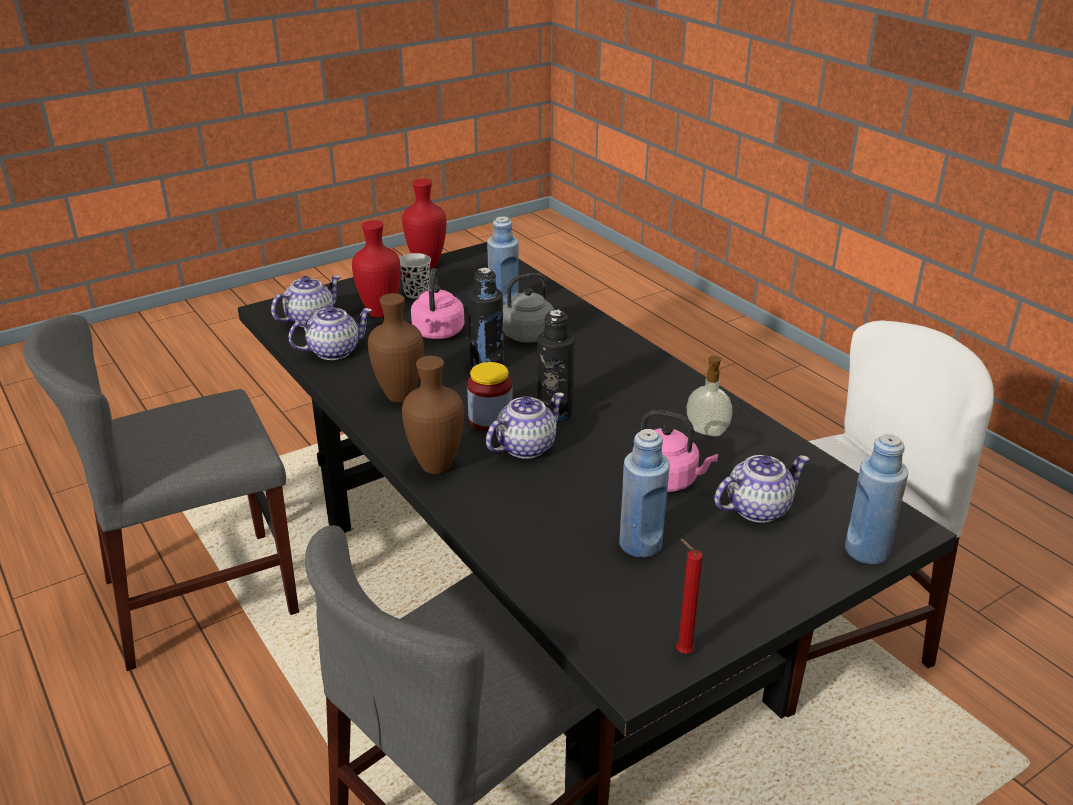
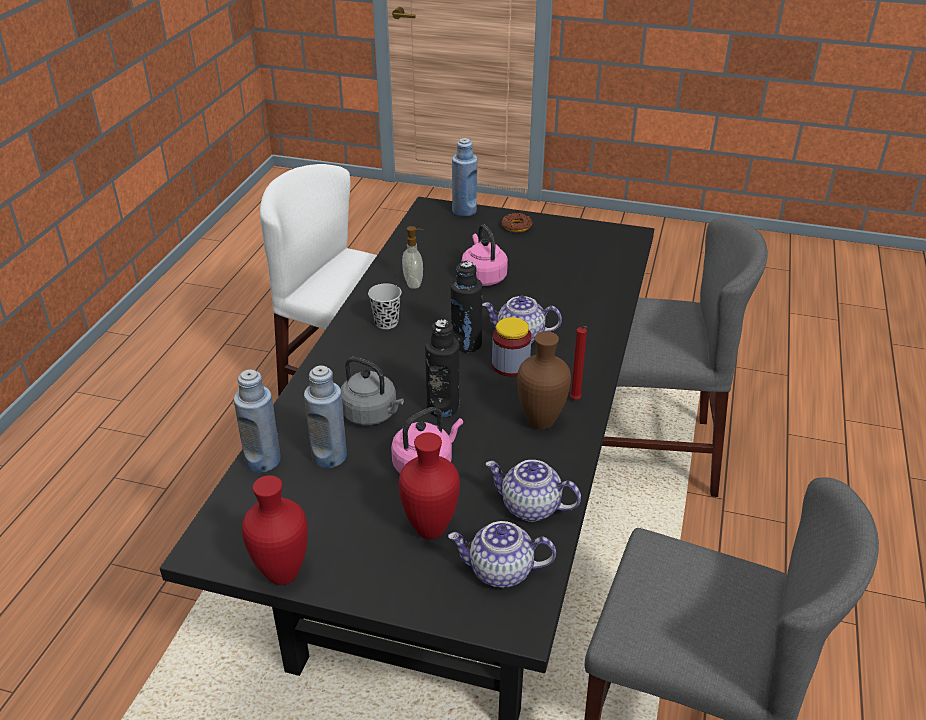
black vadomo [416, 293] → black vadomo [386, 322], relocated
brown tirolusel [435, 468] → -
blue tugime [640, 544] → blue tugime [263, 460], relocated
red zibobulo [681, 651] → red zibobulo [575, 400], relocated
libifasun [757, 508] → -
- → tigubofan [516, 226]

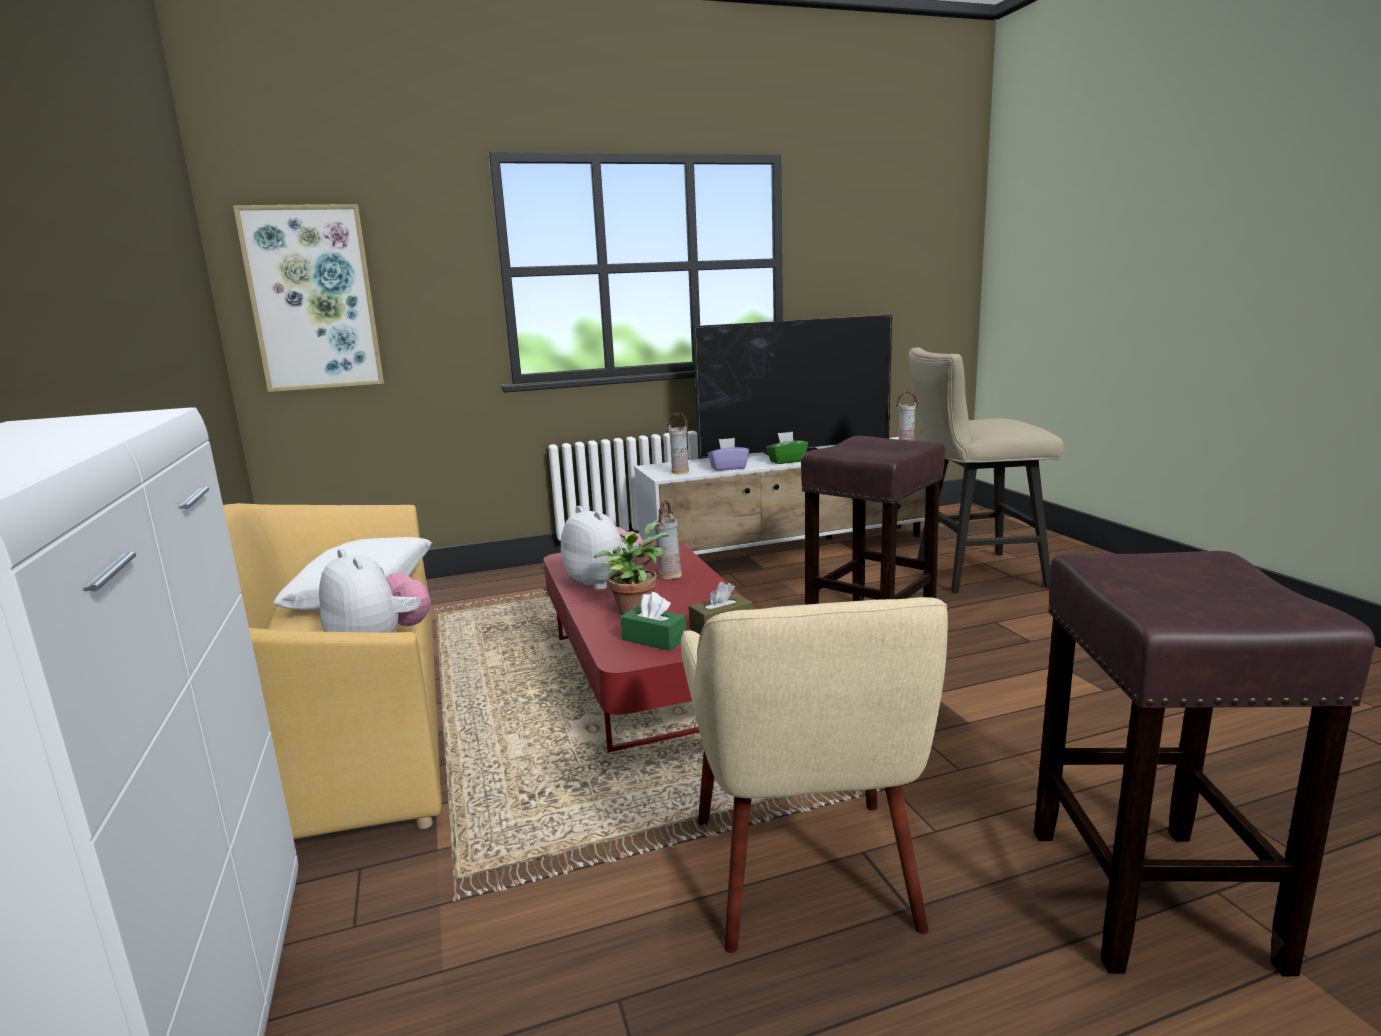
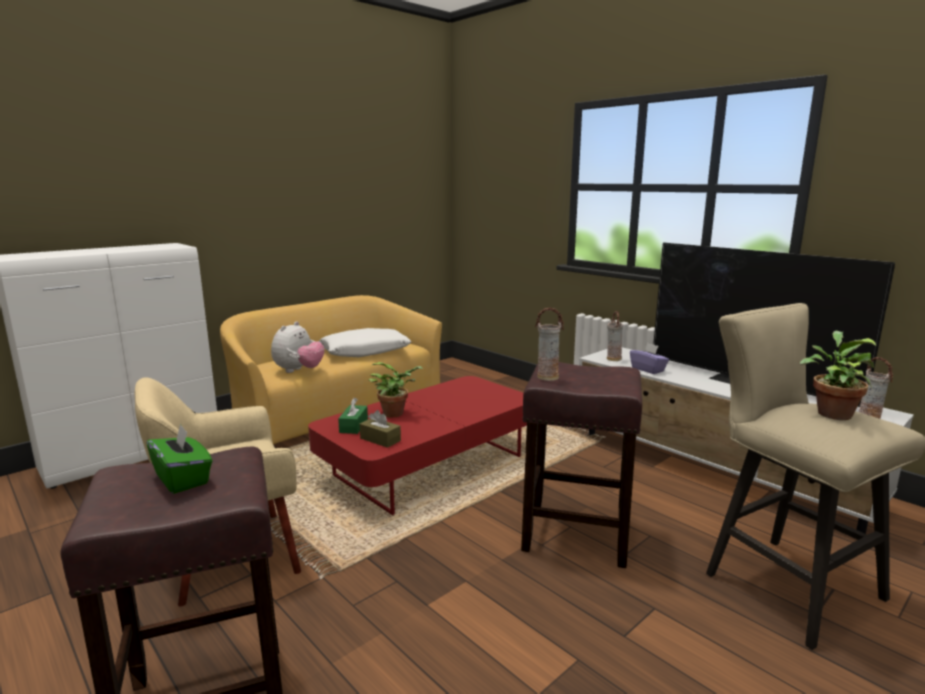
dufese [313, 299] → -
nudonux [604, 582] → -
tirolusel [669, 576] → tirolusel [547, 377], relocated
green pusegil [786, 461] → green pusegil [183, 479], relocated
- → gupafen [831, 413]

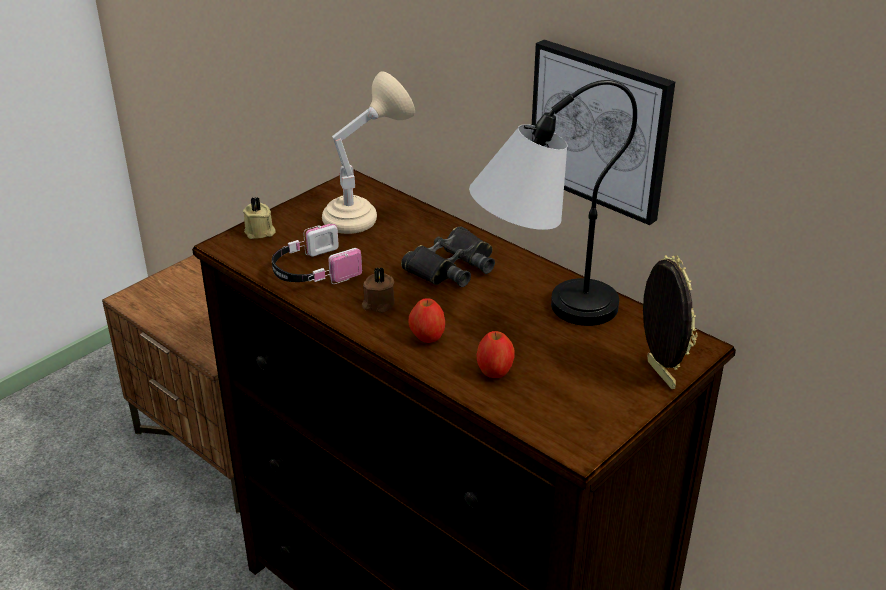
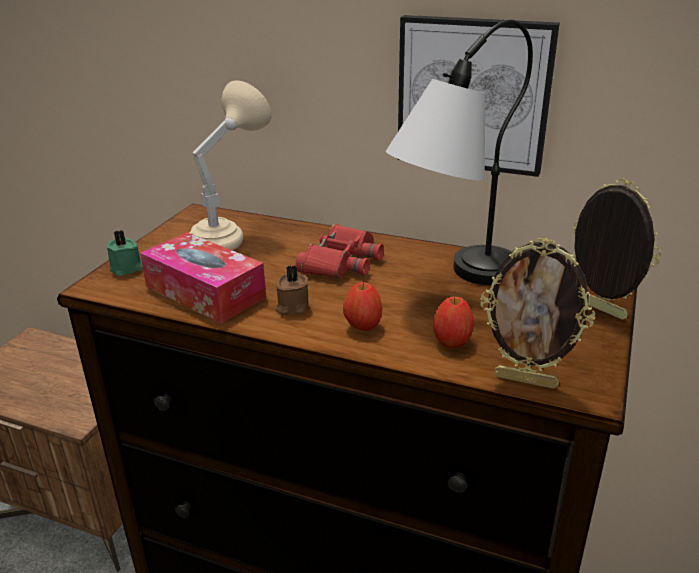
beige zibobulo [260, 232] → green zibobulo [127, 268]
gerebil [313, 271] → pusegil [205, 292]
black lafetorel [452, 266] → red lafetorel [341, 261]
- → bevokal [526, 380]

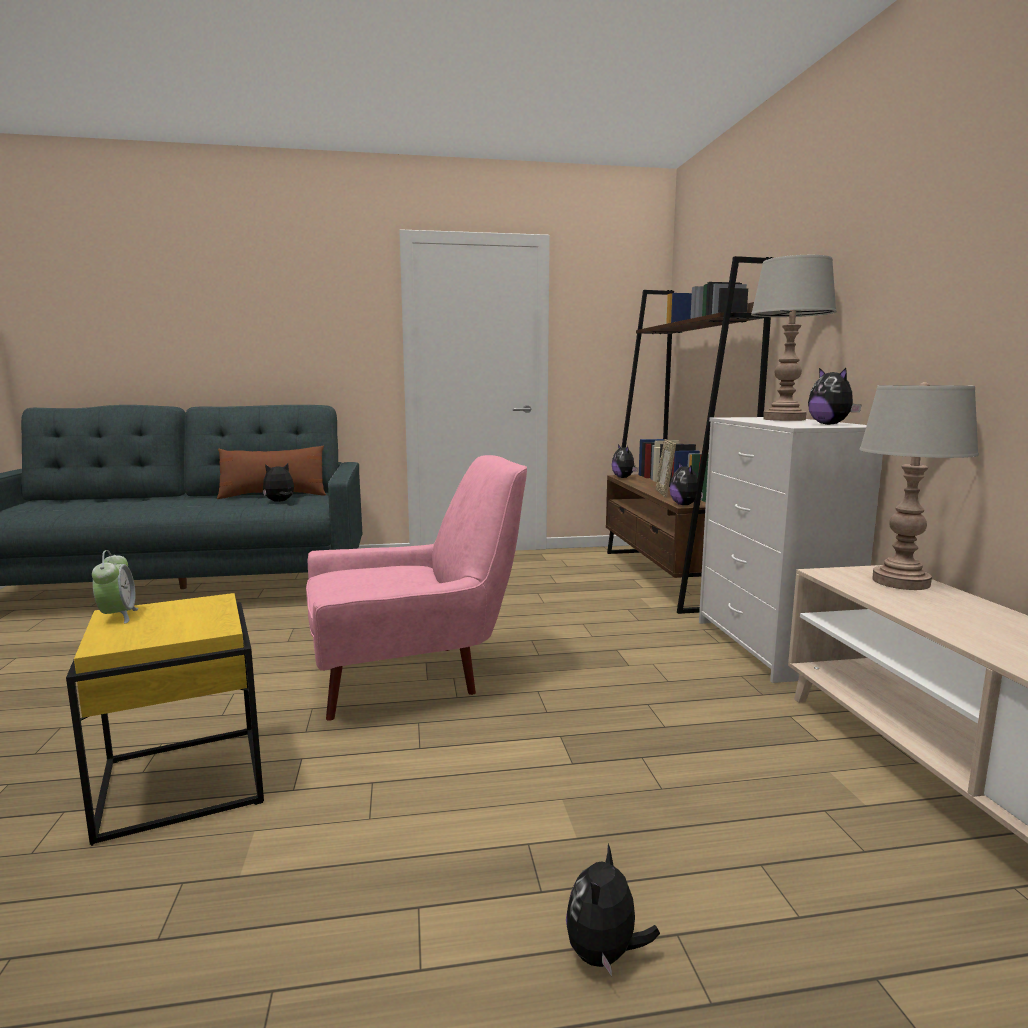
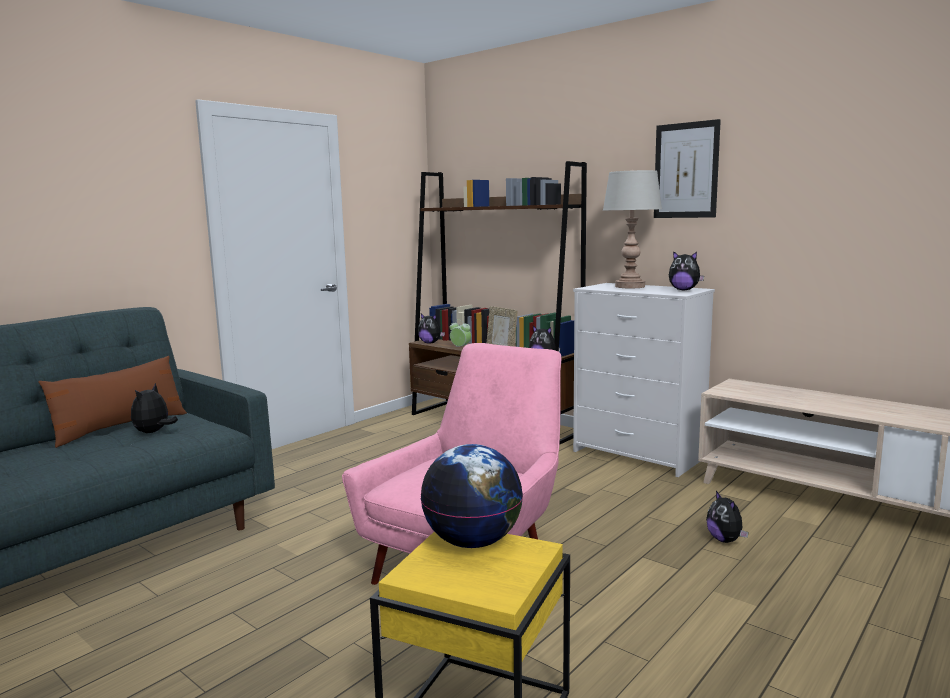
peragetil [118, 616] → peragetil [460, 348], relocated
nudonux [604, 954] → nudonux [725, 540], relocated
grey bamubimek [901, 582] → -
- → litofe [473, 542]
- → dufese [686, 170]

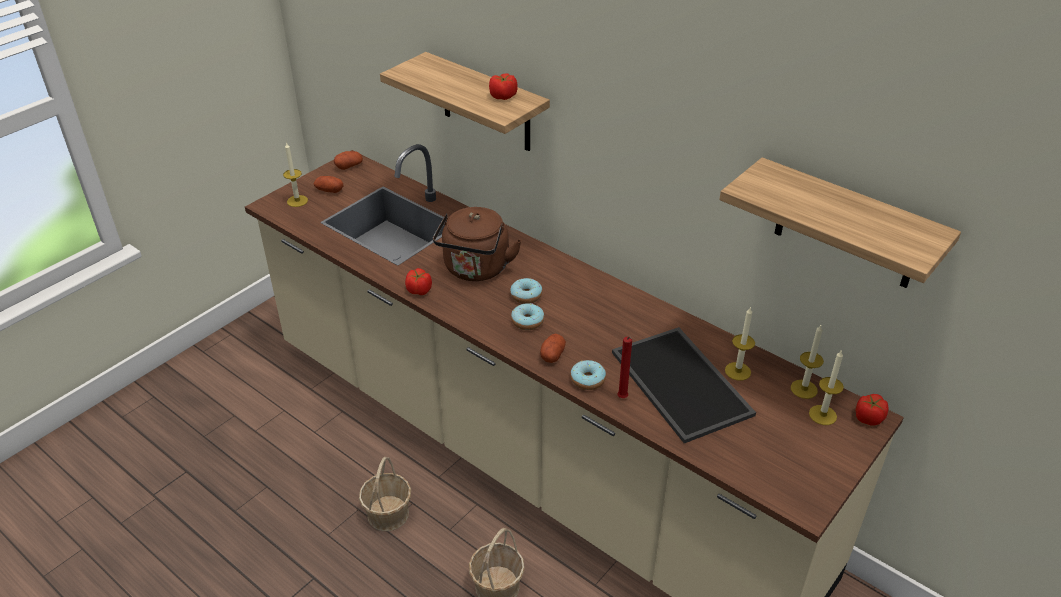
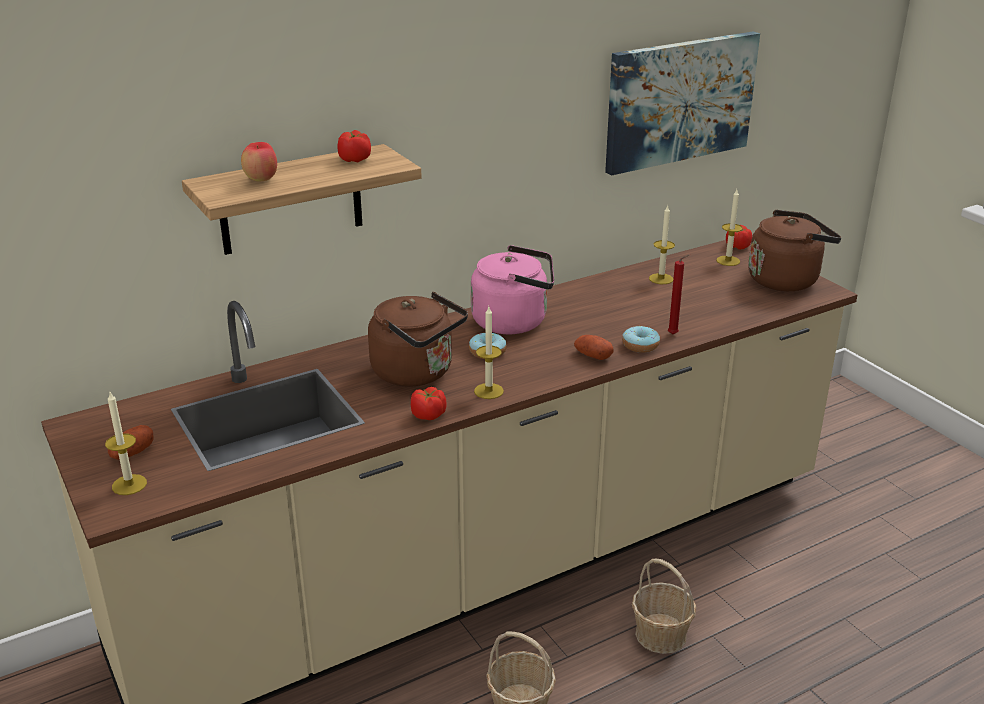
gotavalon [349, 166] → -
tigubofan [527, 321] → -
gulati [683, 383] → -
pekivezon [847, 226] → dufese [679, 101]
zibobulo [804, 389] → zibobulo [488, 391], relocated
- → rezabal [261, 180]
- → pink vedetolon [514, 321]
- → brown vedetolon [786, 280]

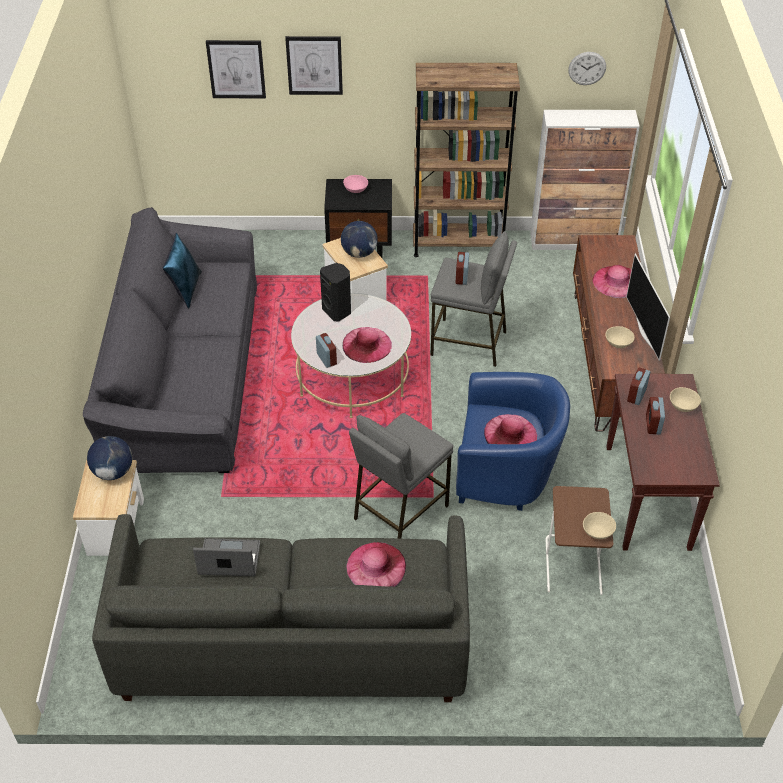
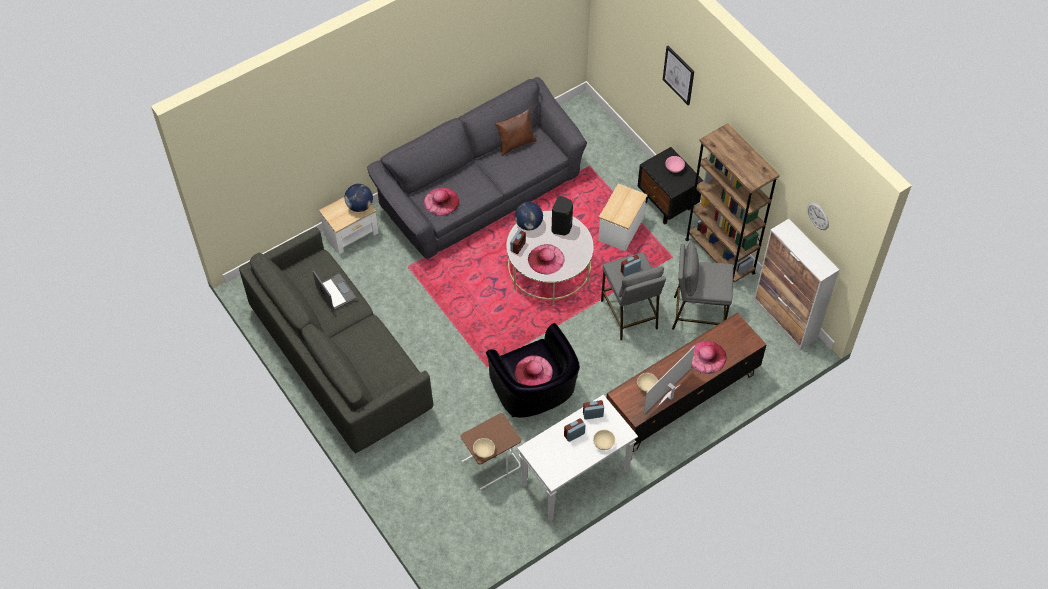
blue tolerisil [185, 289] → brown tolerisil [516, 144]
dufese [236, 69] → -
litofe [359, 253] → litofe [528, 224], relocated
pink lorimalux [376, 566] → pink lorimalux [441, 201], relocated
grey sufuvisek [400, 511] → grey sufuvisek [698, 314], relocated
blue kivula [506, 473] → black kivula [535, 394]
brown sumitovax [648, 498] → white sumitovax [575, 479]

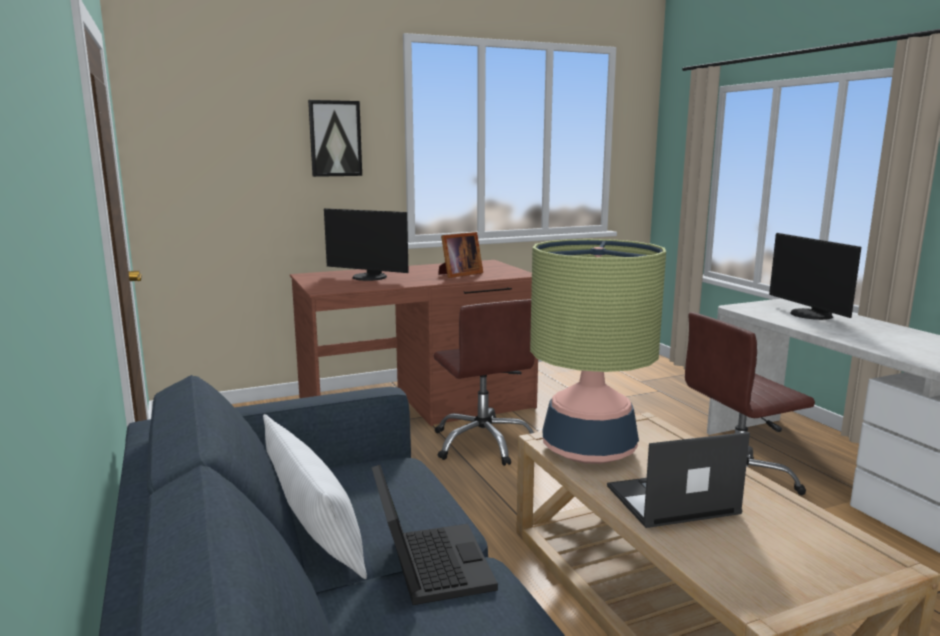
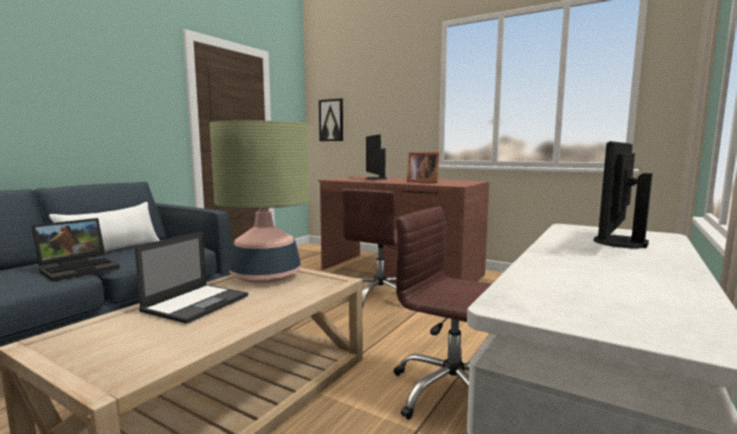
dufese [335, 138] → dufese [331, 120], relocated
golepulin [670, 500] → golepulin [197, 303], 75 degrees clockwise

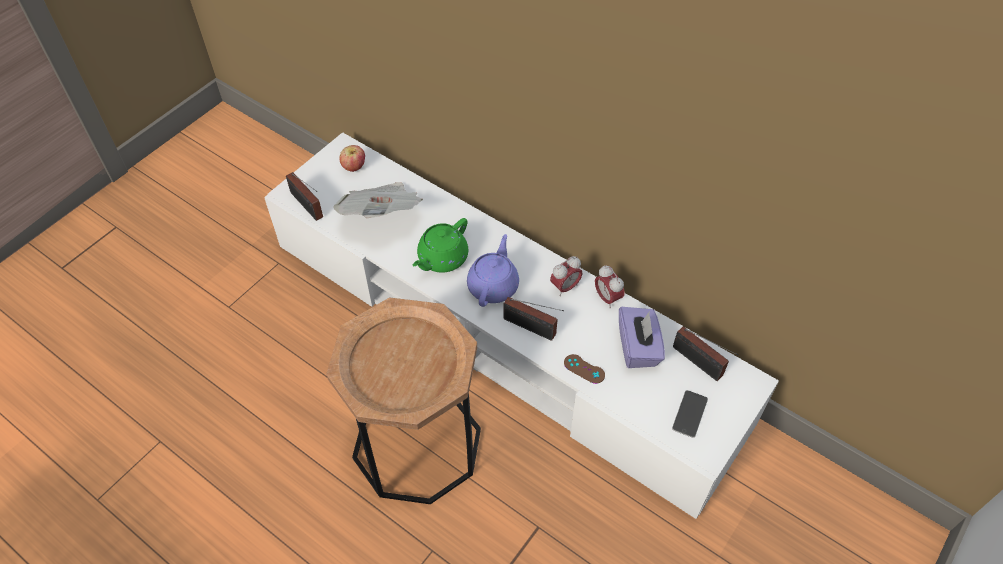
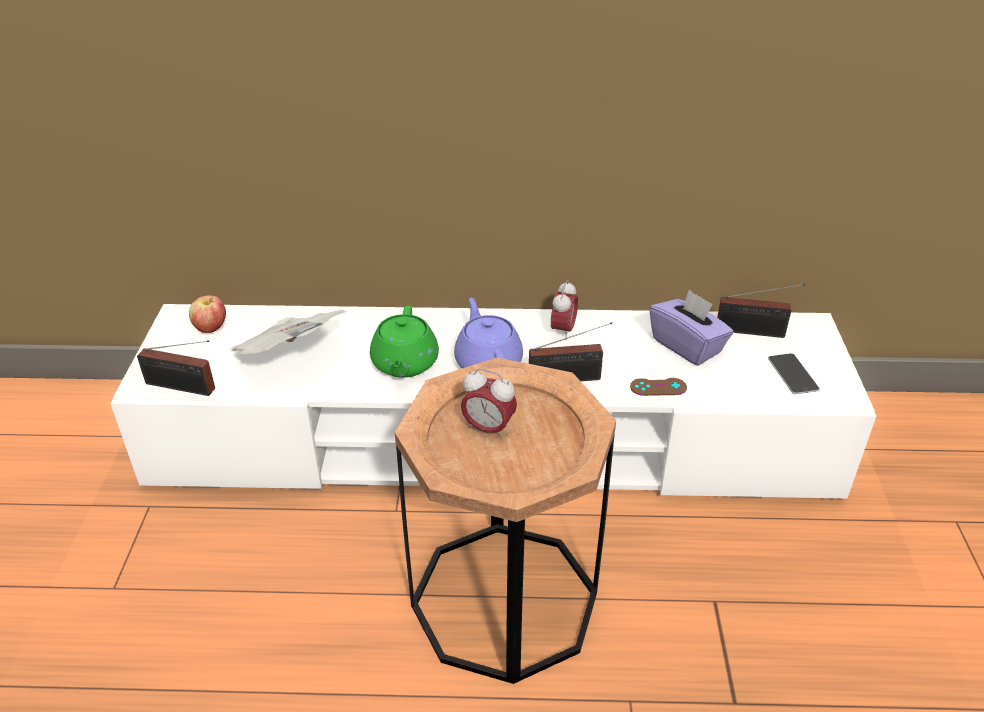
peragetil [607, 298] → peragetil [488, 429], relocated

